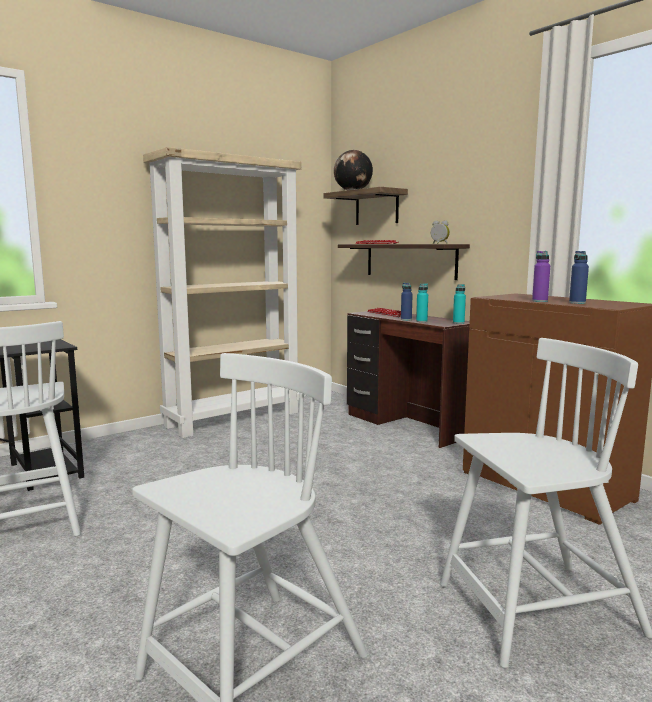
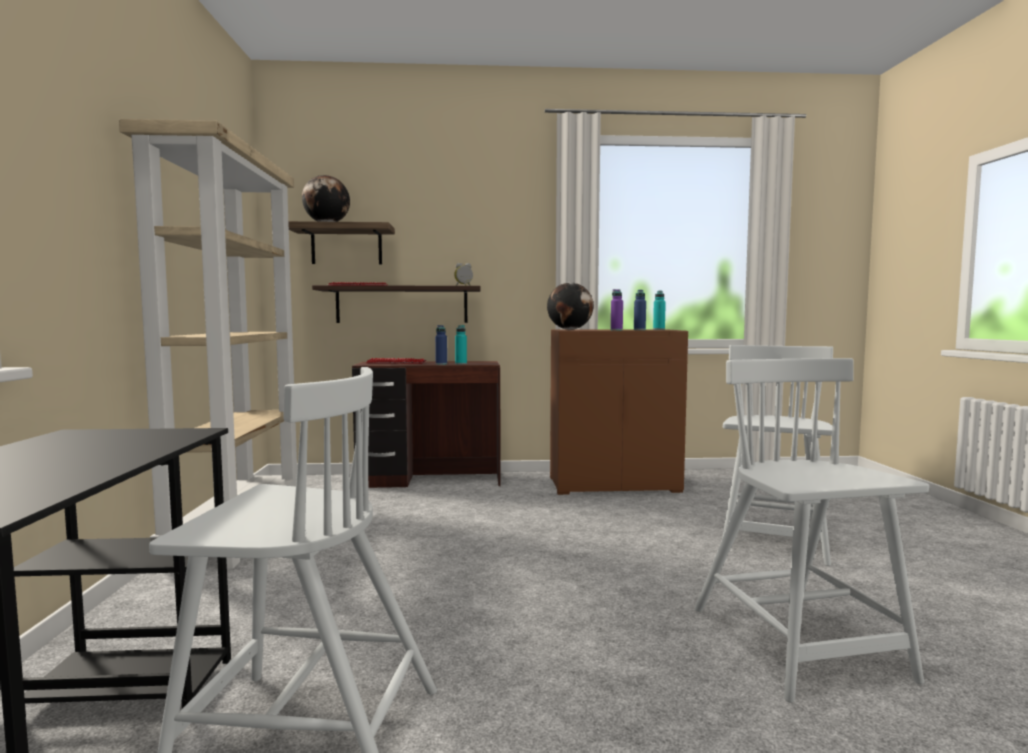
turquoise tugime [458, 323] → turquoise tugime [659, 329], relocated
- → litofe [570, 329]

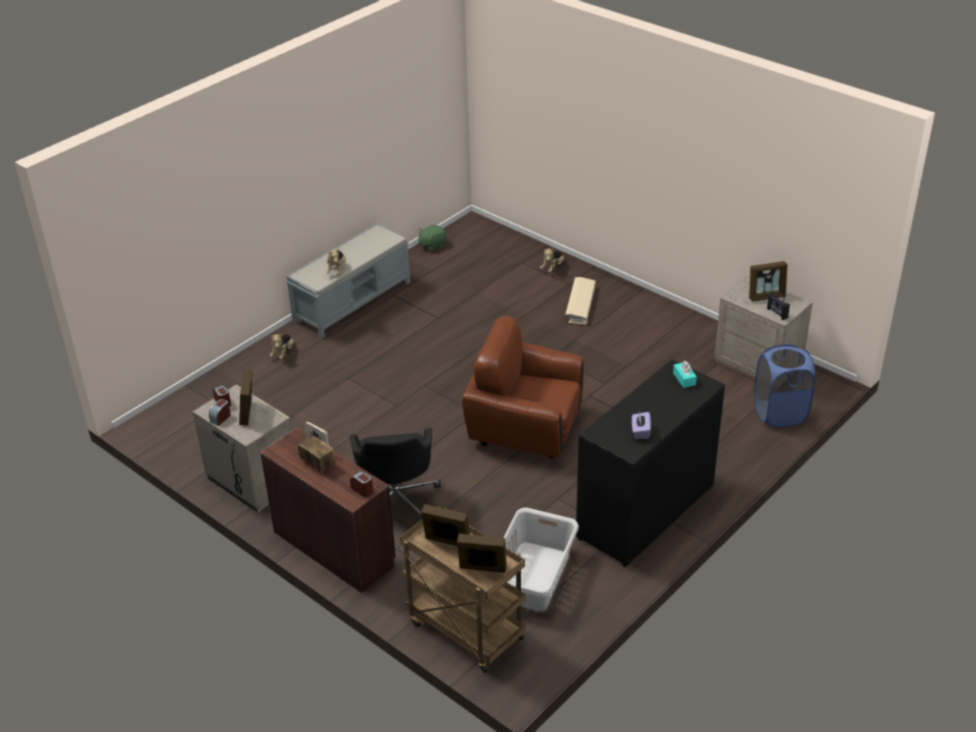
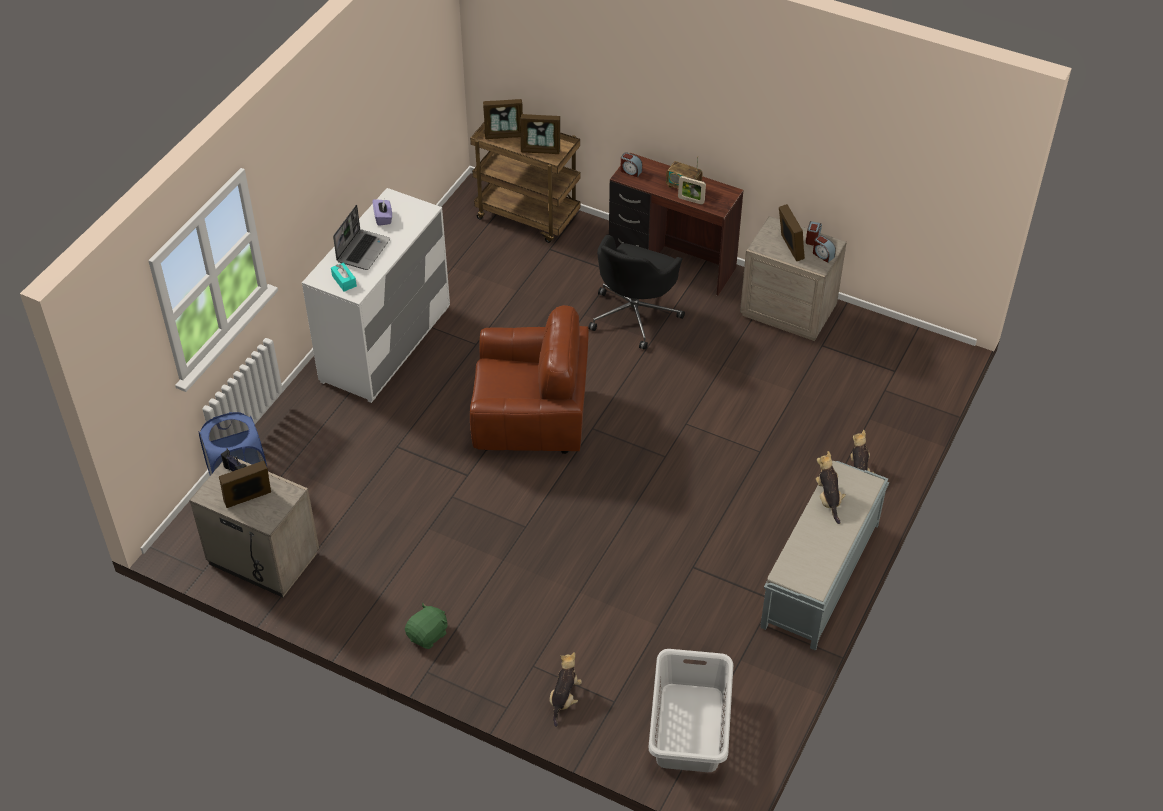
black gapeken [396, 501] → black gapeken [635, 315], 135 degrees counterclockwise
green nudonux [432, 245] → green nudonux [428, 635], relocated
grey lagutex [533, 576] → grey lagutex [688, 728], relocated
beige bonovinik [580, 304] → -
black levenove [645, 512] → white levenove [385, 344]
- → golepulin [363, 250]

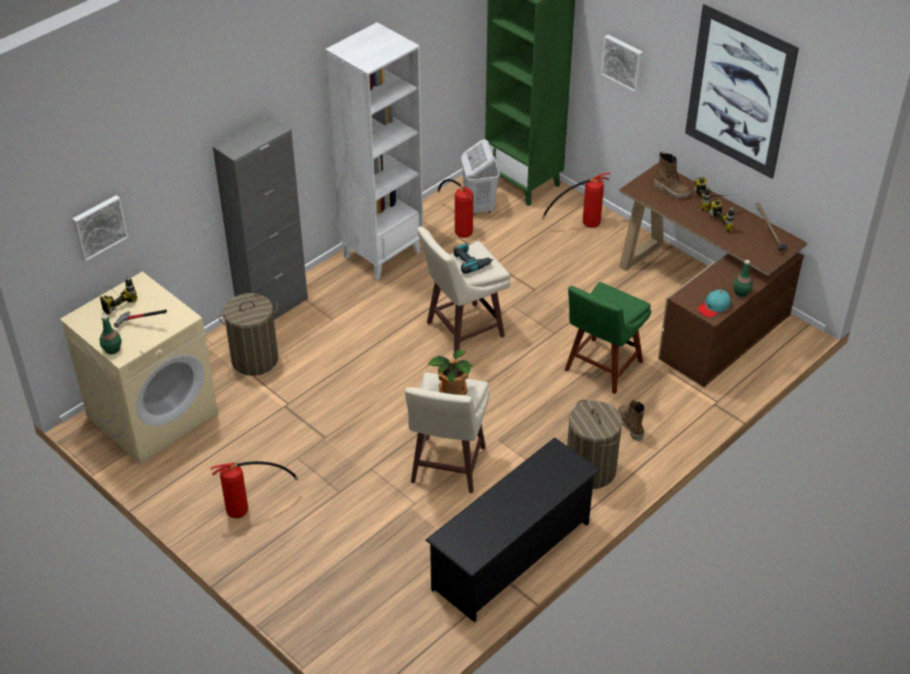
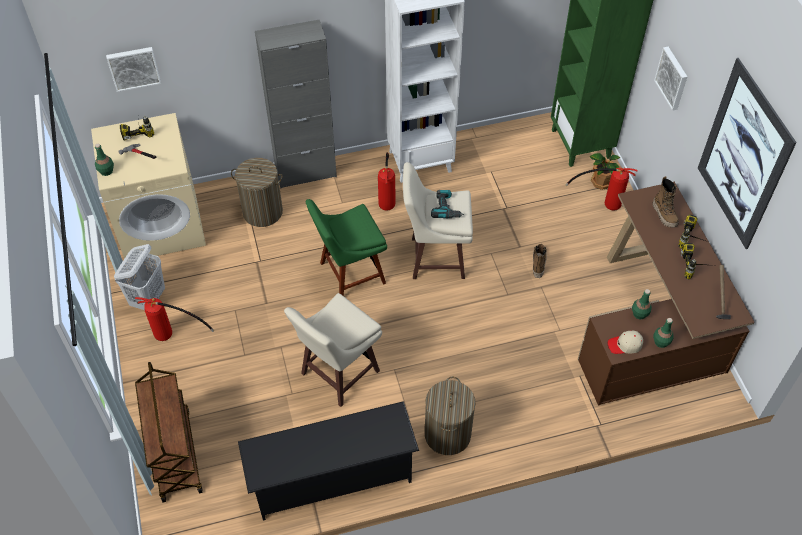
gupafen [452, 391] → gupafen [601, 181], relocated
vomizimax [458, 226] → vomizimax [387, 197], relocated
white lagutex [479, 206] → white lagutex [148, 298], relocated
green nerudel [601, 368] → green nerudel [349, 274], relocated
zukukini [630, 426] → zukukini [538, 263], relocated
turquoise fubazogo [714, 307] → beige fubazogo [625, 345]
- → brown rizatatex [175, 454]
- → green tugime [639, 314]

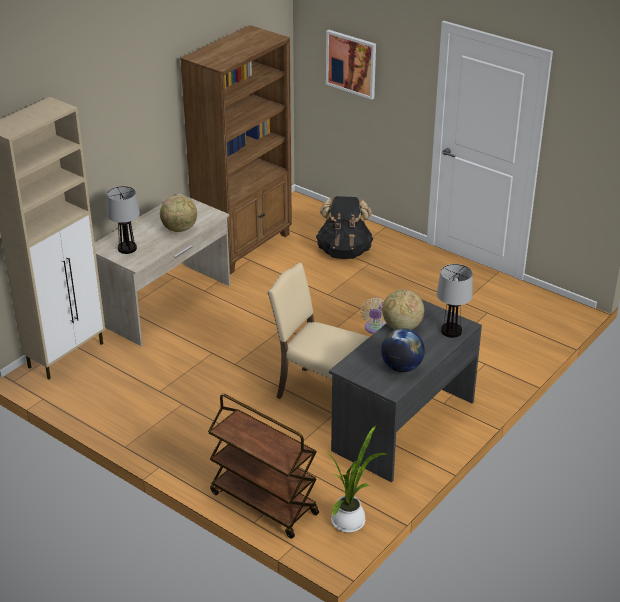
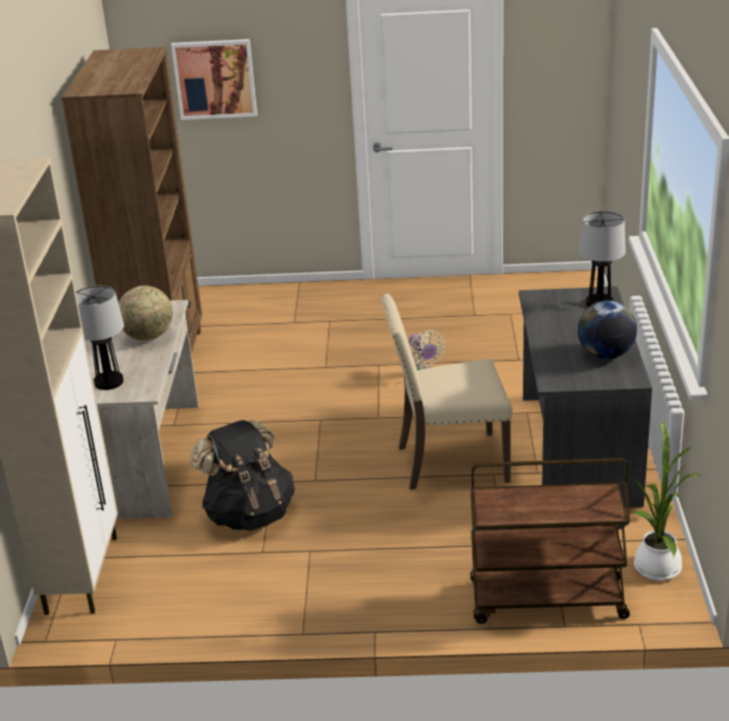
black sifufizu [344, 251] → black sifufizu [249, 514], relocated
litofe [402, 327] → -

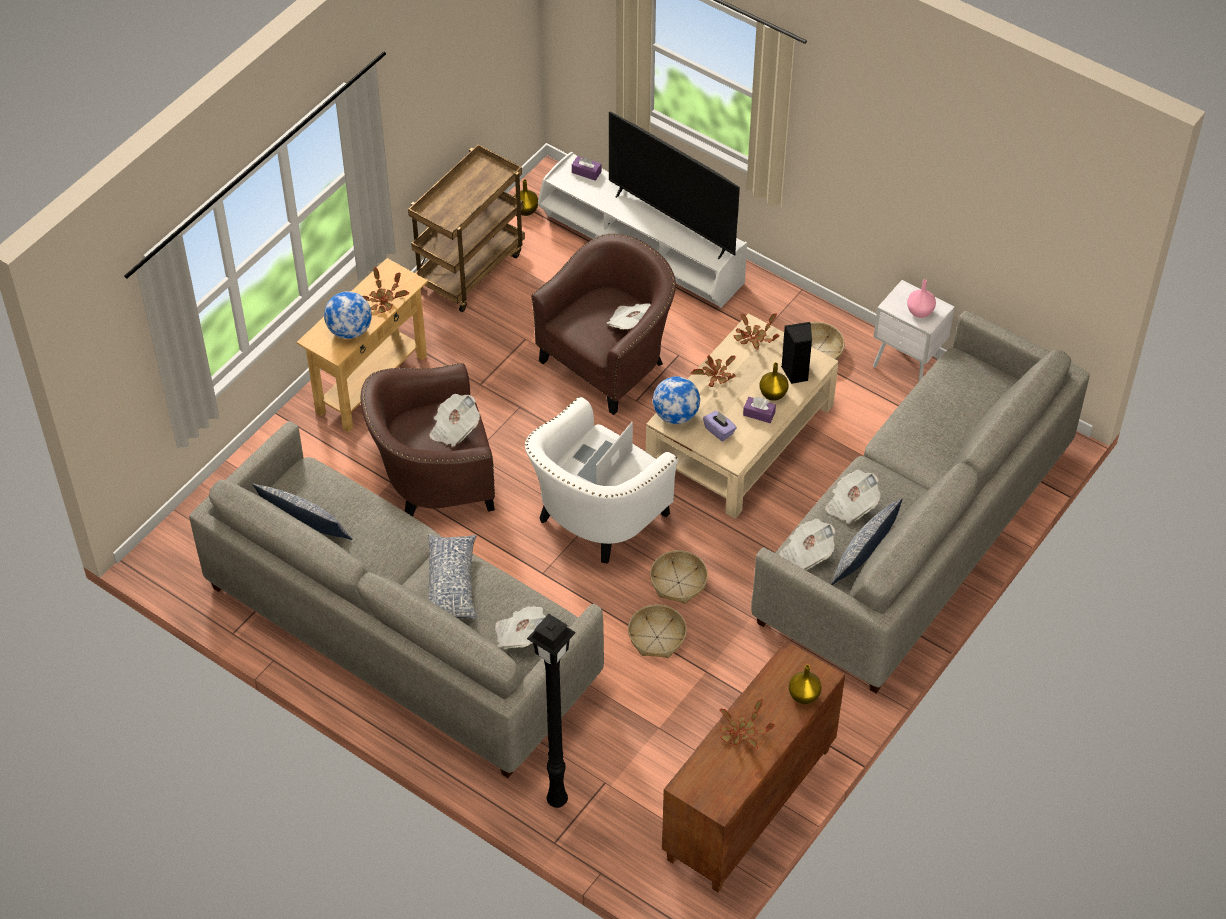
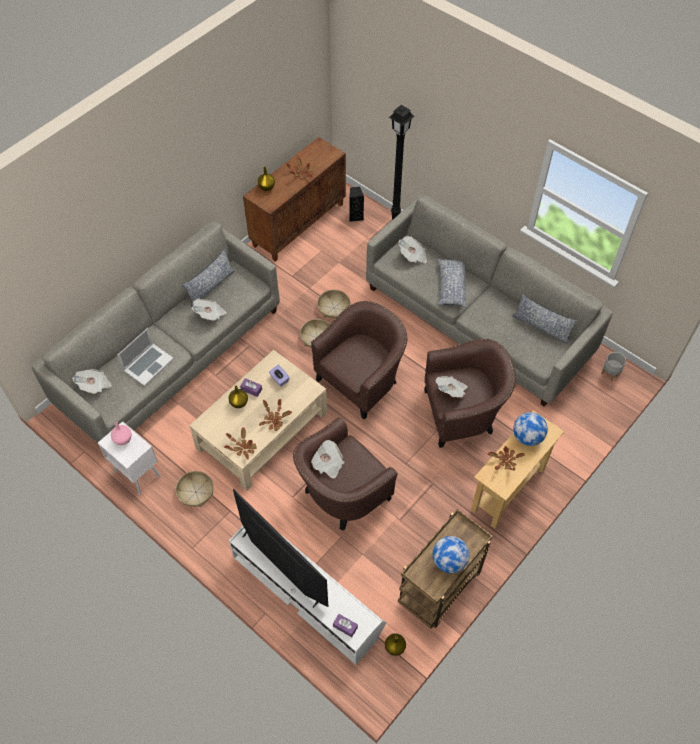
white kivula [595, 519] → brown kivula [362, 380]
golepulin [596, 461] → golepulin [148, 364], relocated
litofe [675, 415] → litofe [449, 561], relocated
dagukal [806, 553] → dagukal [94, 385], relocated
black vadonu [796, 373] → black vadonu [355, 216], relocated
- → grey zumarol [610, 373]

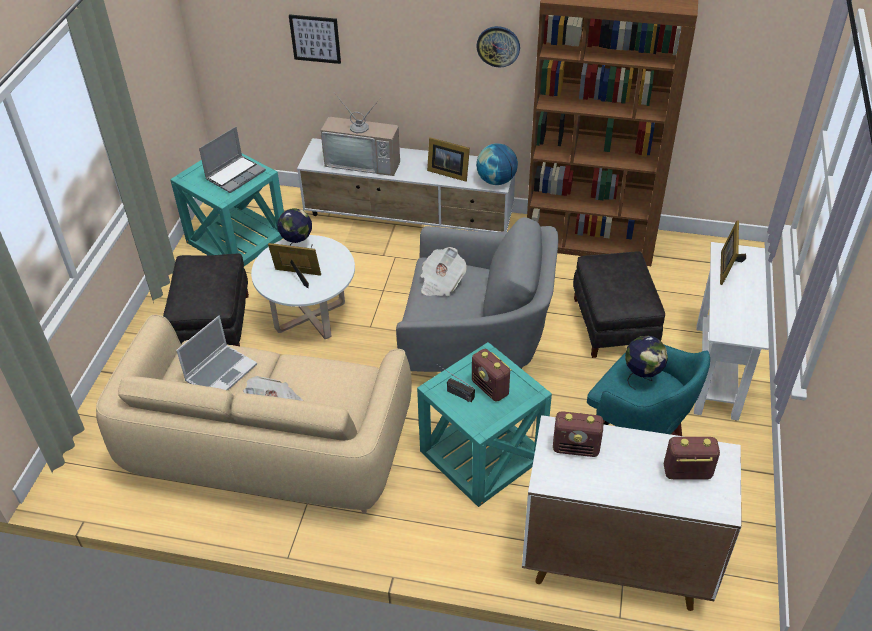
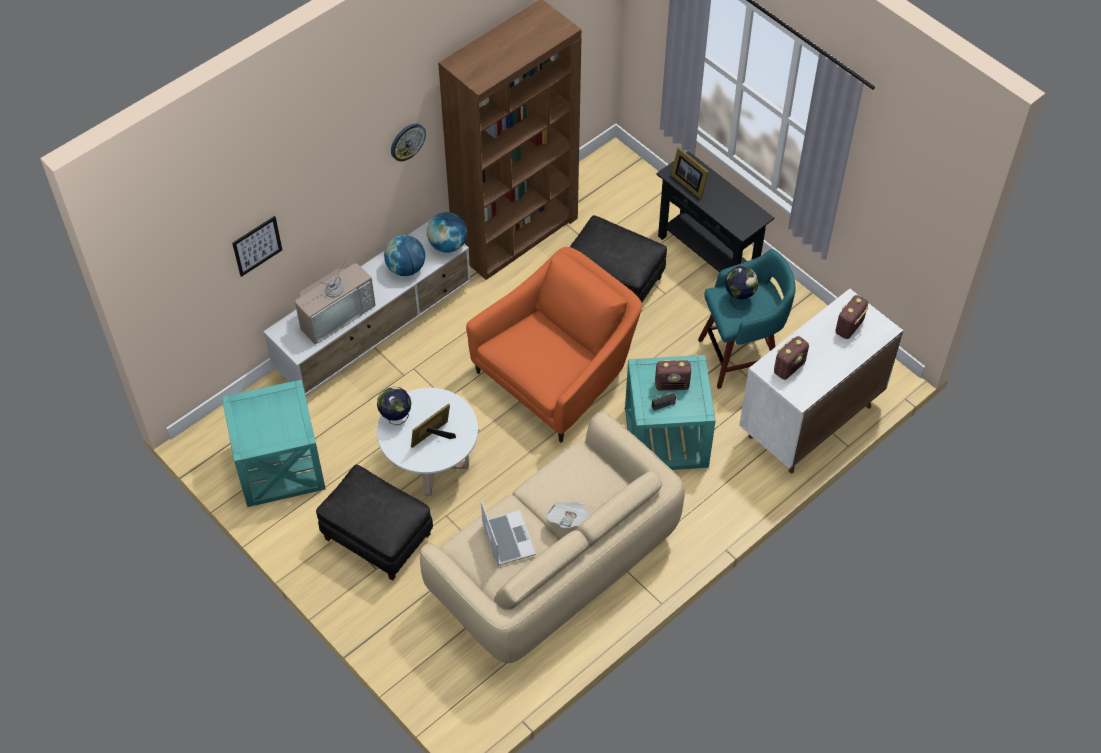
golepulin [235, 175] → -
grey kivula [476, 342] → orange kivula [557, 374]
dagukal [441, 282] → -
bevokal [447, 172] → litofe [406, 268]
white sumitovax [716, 370] → black sumitovax [707, 257]

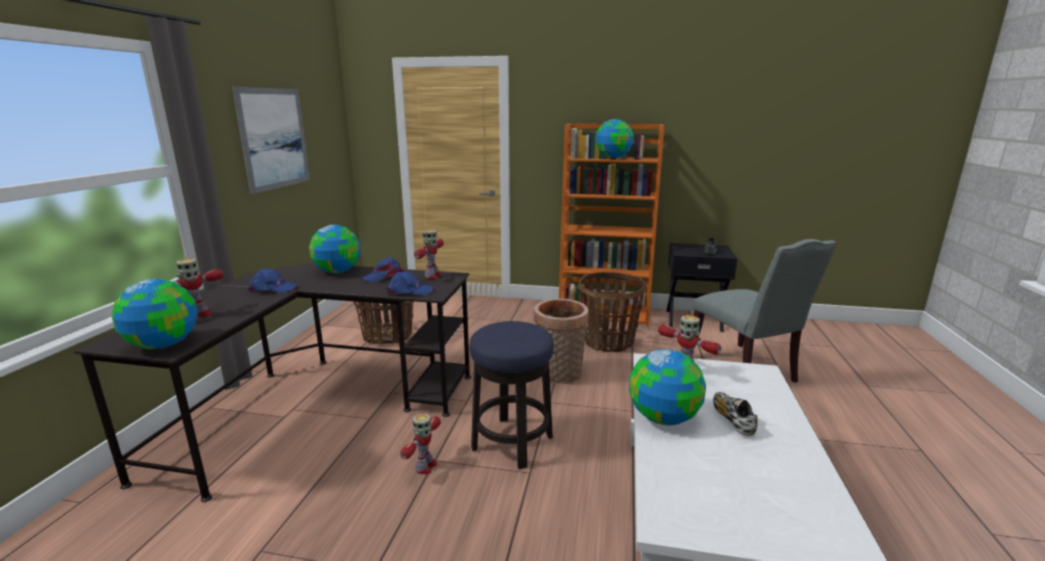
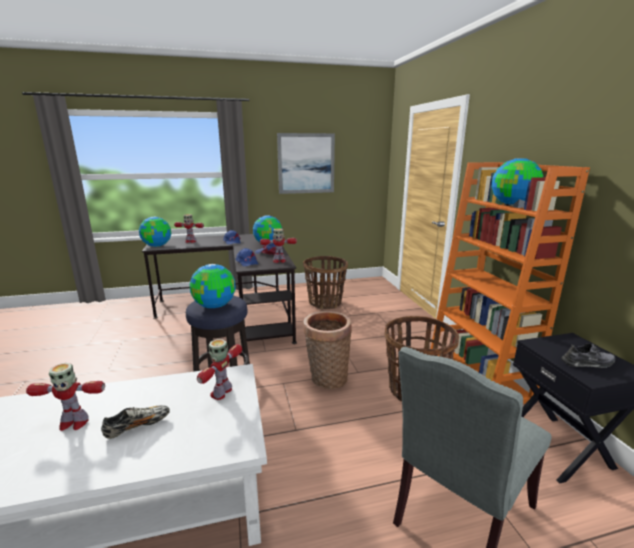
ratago [425, 467] → ratago [73, 422], relocated
litofe [663, 417] → litofe [215, 306], relocated

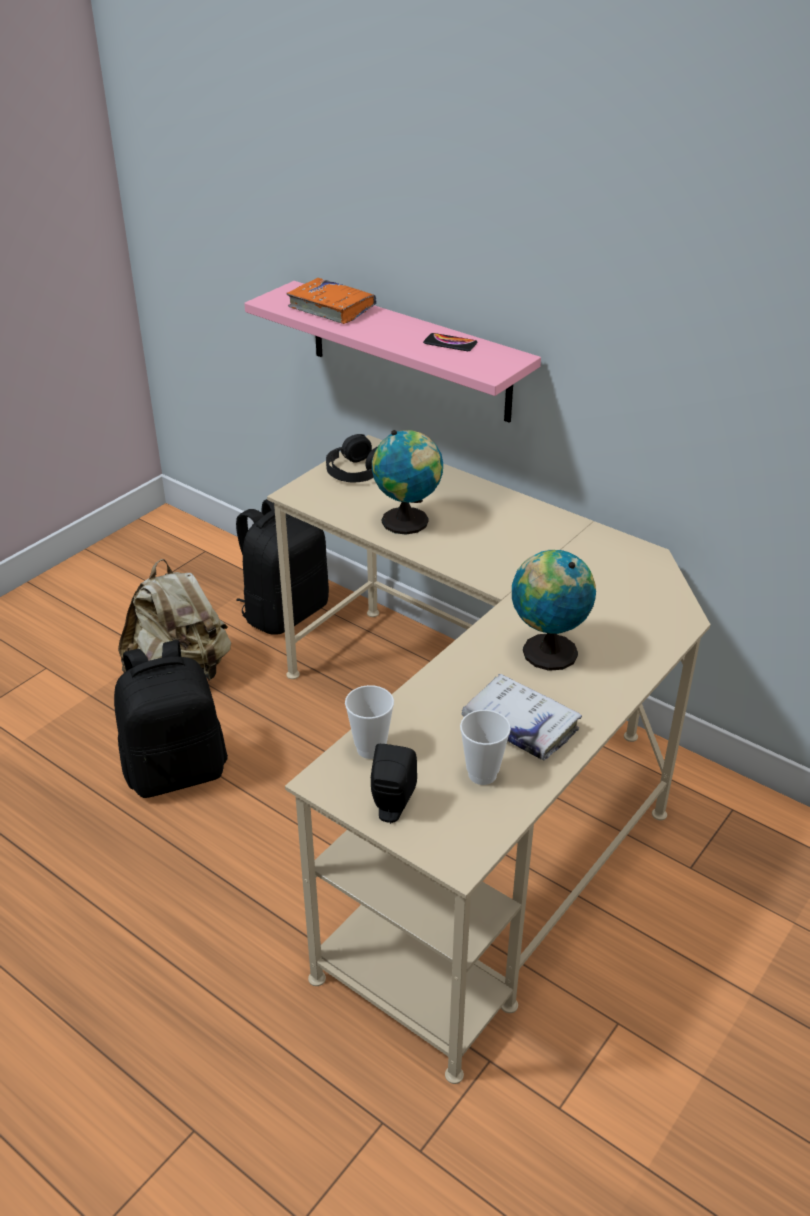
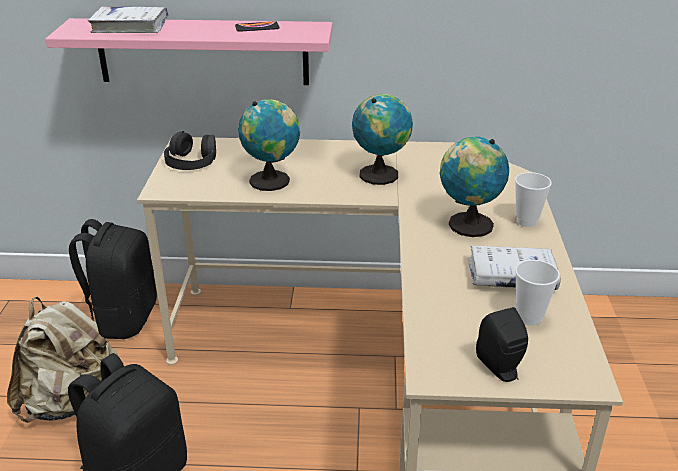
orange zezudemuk [331, 308] → white zezudemuk [130, 27]
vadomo [370, 749] → vadomo [526, 221], relocated
- → litofe [380, 174]

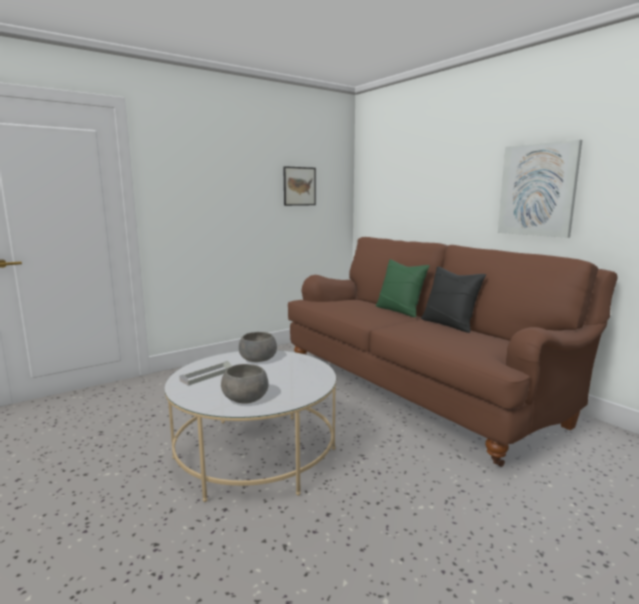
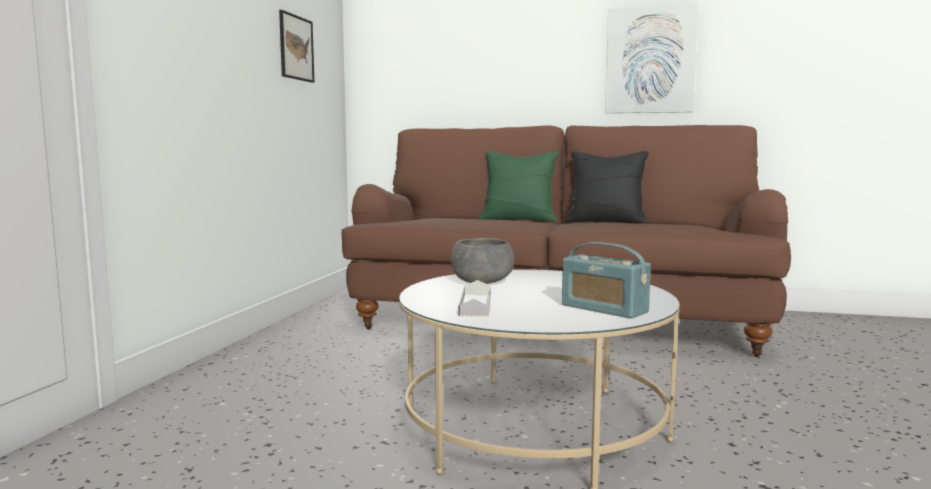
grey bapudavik [246, 398] → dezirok [604, 308]

